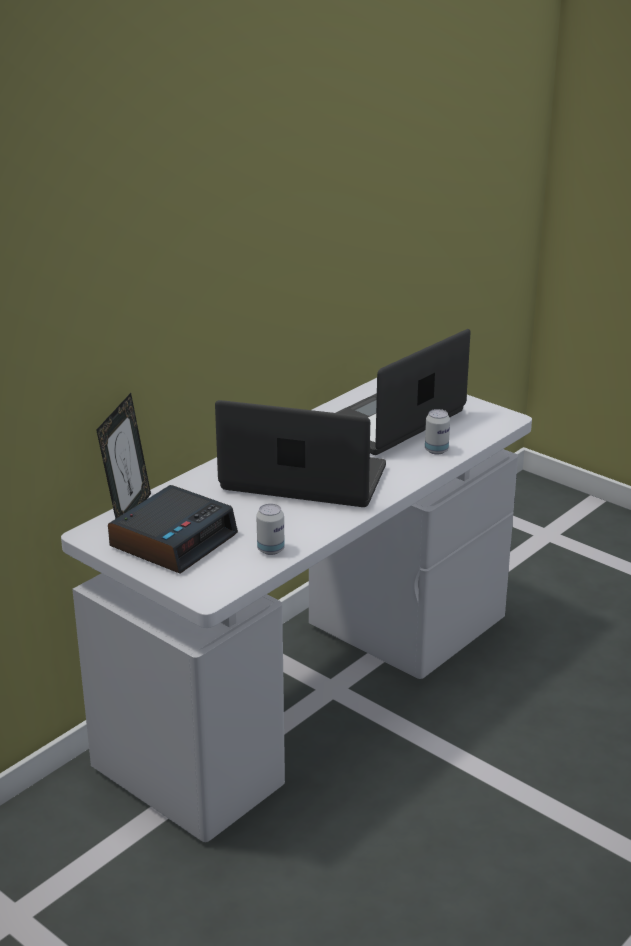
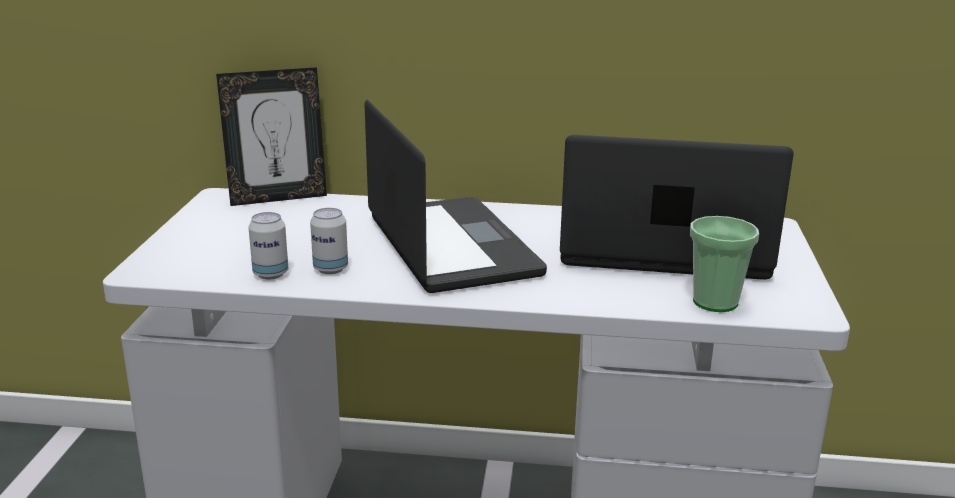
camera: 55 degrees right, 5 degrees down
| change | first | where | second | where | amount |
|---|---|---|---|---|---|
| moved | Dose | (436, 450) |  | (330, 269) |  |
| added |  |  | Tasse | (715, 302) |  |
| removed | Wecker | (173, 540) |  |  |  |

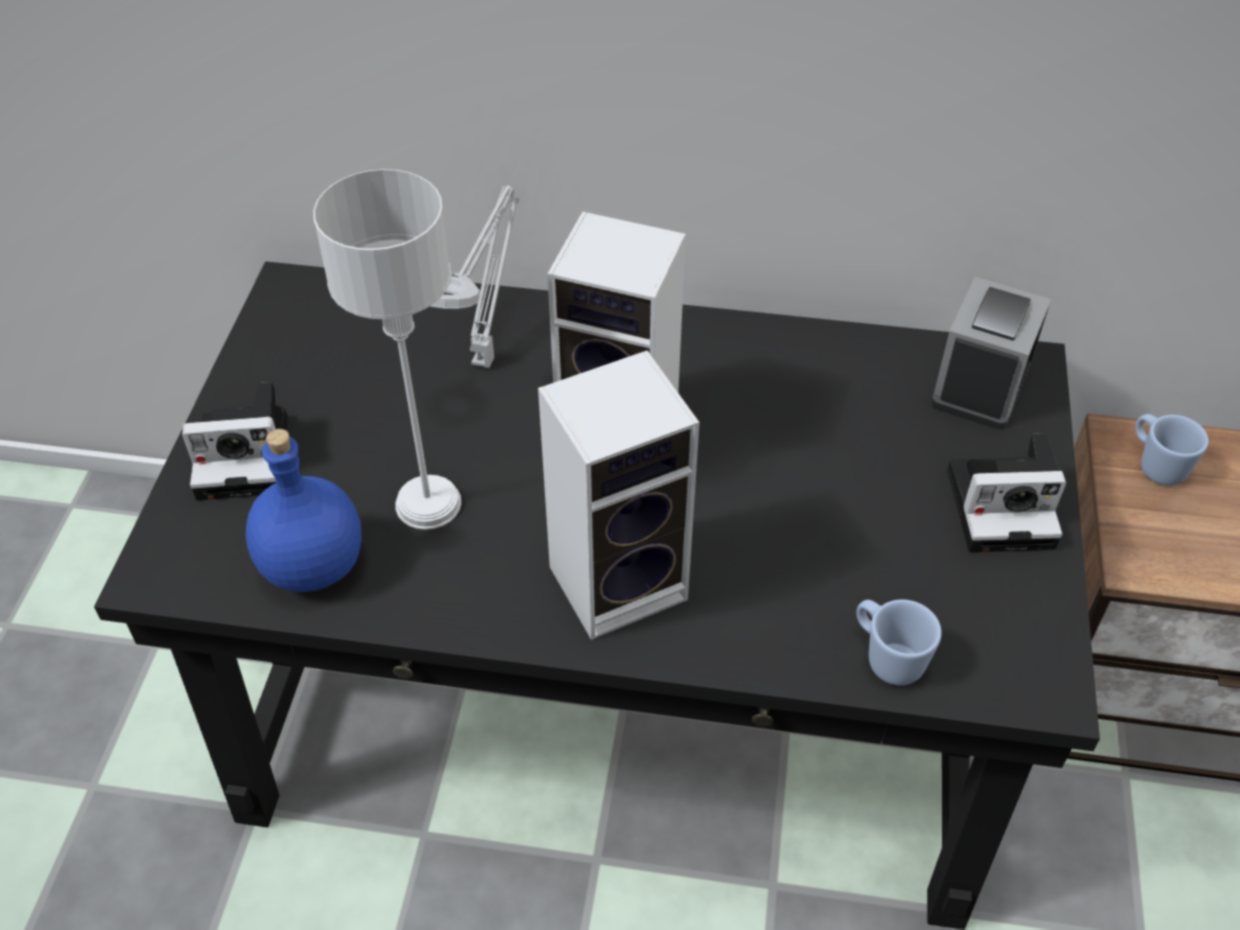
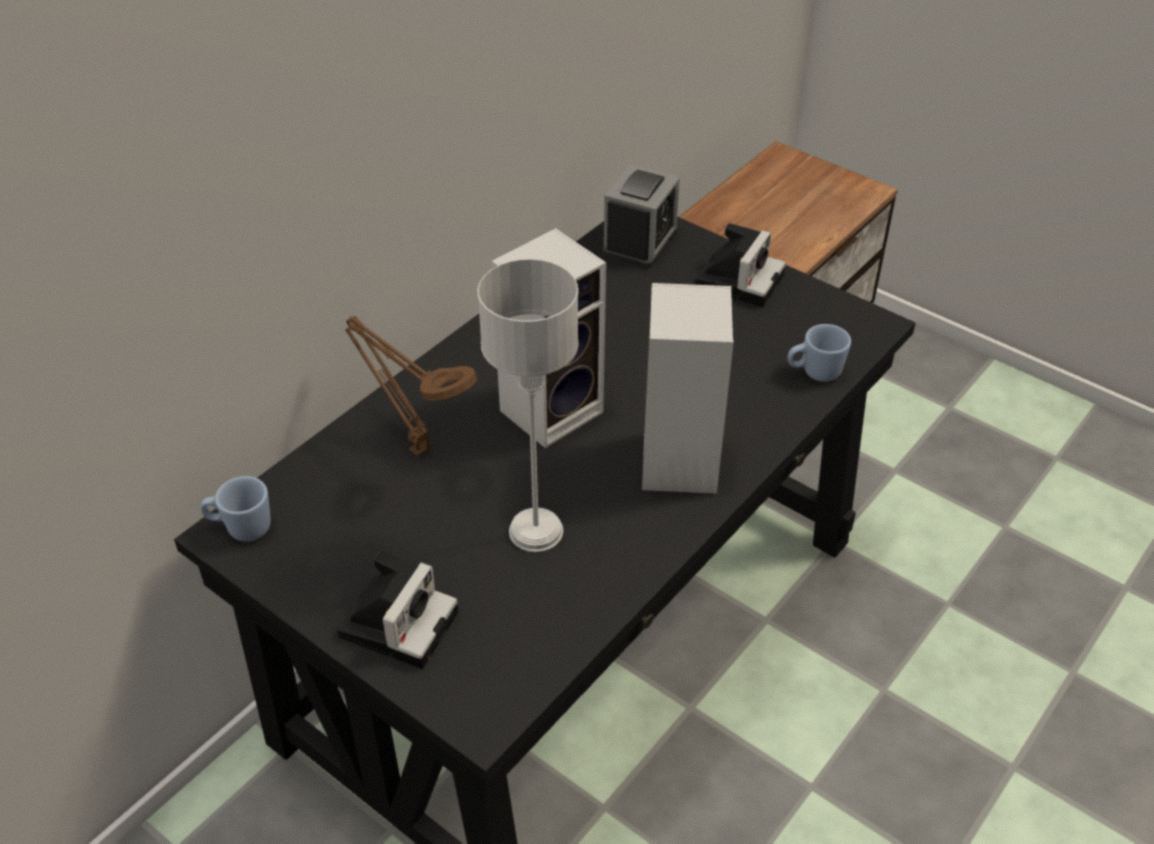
camera: 60 degrees left, 5 degrees down
| change | first | where | second | where | amount |
|---|---|---|---|---|---|
| moved | Henkelbecher/blau | (1155, 465) |  | (241, 528) |  |
| recoloured | Tischlampe/grau | (485, 358) | Tischlampe/braun | (416, 448) |  |
| turned | Wecker | (981, 384) |  | (640, 242) | 120 degrees counterclockwise |
| removed | Flasche/blau | (315, 566) |  |  |  |

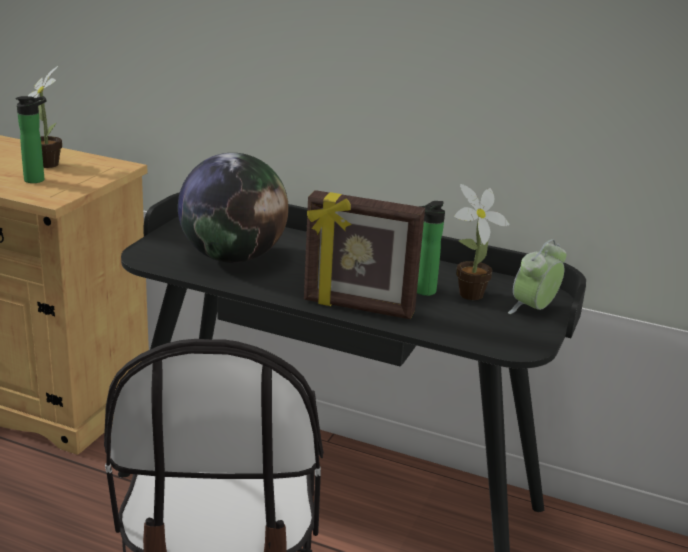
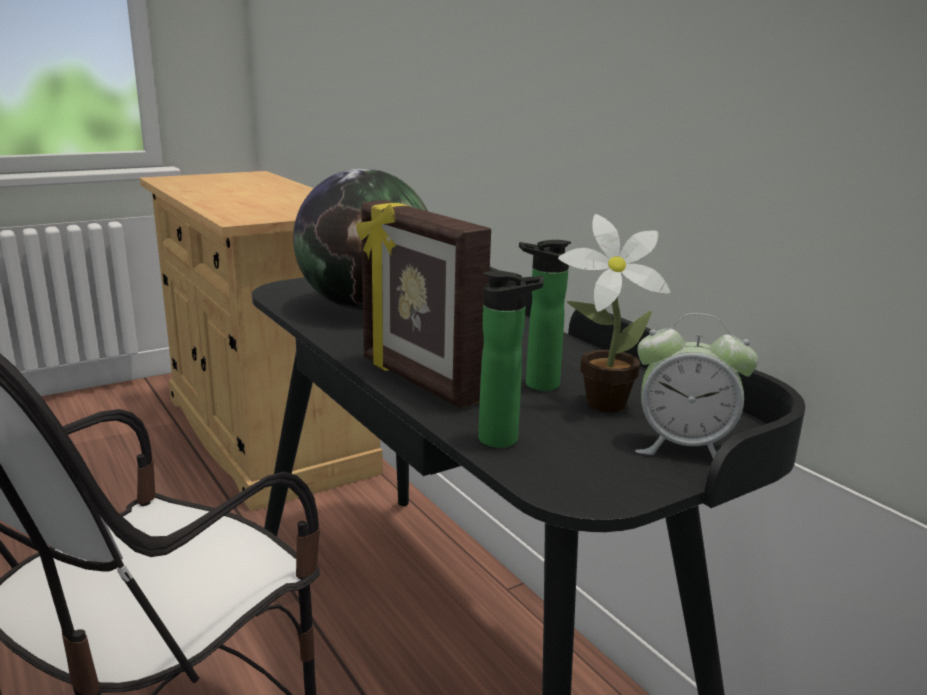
camera: 35 degrees right, 5 degrees down
| change | first | where | second | where | amount |
|---|---|---|---|---|---|
| moved | Flasche | (37, 179) |  | (504, 439) |  |
| turned | Wecker | (533, 310) |  | (683, 447) | 150 degrees counterclockwise |
| removed | Topfpflanze | (48, 163) |  |  |  |

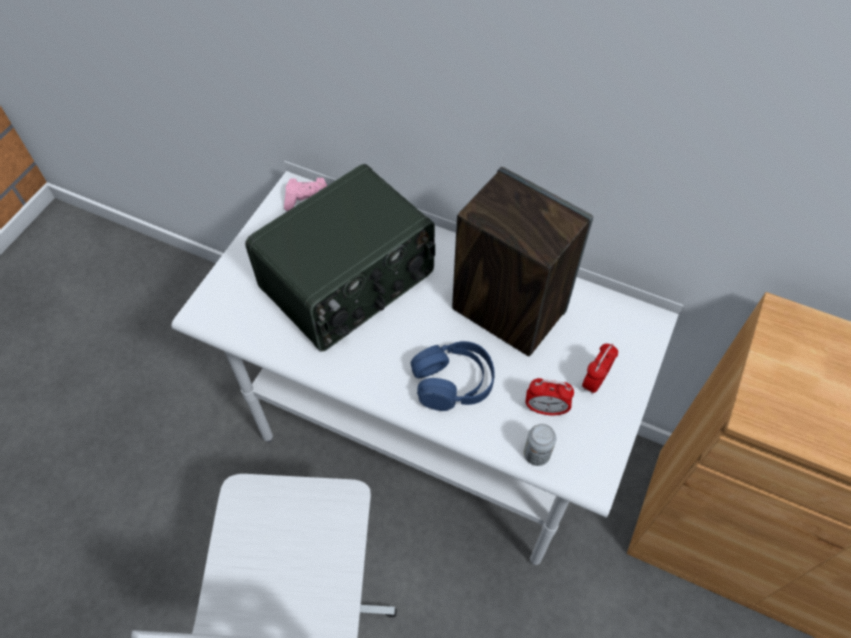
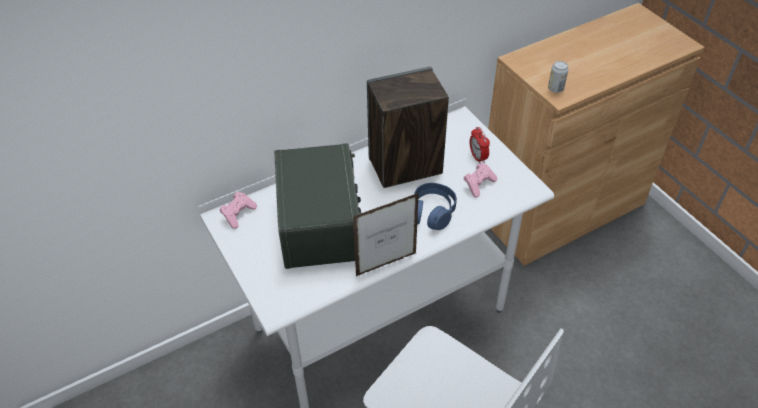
camera: 55 degrees left, 10 degrees down
| change | first | where | second | where | amount |
|---|---|---|---|---|---|
| added |  |  | Bilderrahmen | (386, 264) |  |
| replaced | Wecker | (545, 409) | Gamepad/rosa | (478, 184) |  |
| moved | Dose | (536, 454) |  | (555, 89) |  |

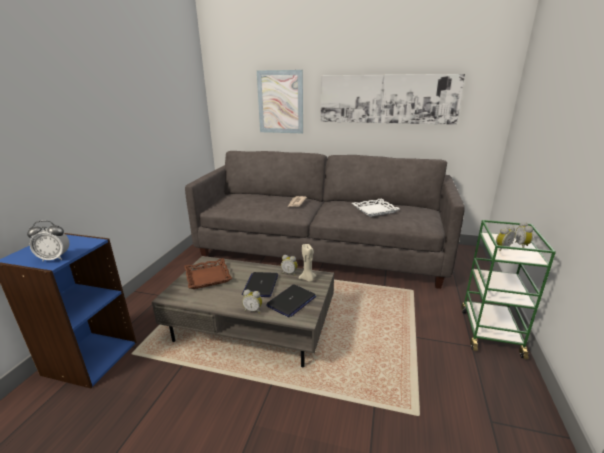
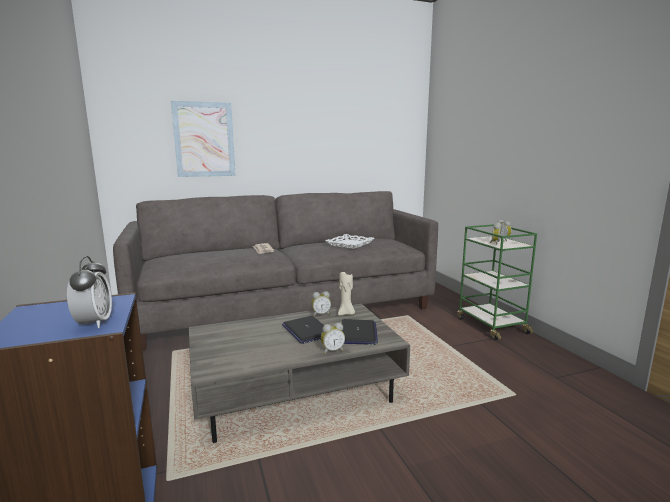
camera: 35 degrees left, 10 degrees down
| change | first | where | second | where | amount |
|---|---|---|---|---|---|
| turned | Wecker | (55, 258) |  | (94, 323) | 60 degrees counterclockwise |
| removed | Tablett/braun | (207, 277) |  |  |  |
| removed | Bild | (387, 99) |  |  |  |

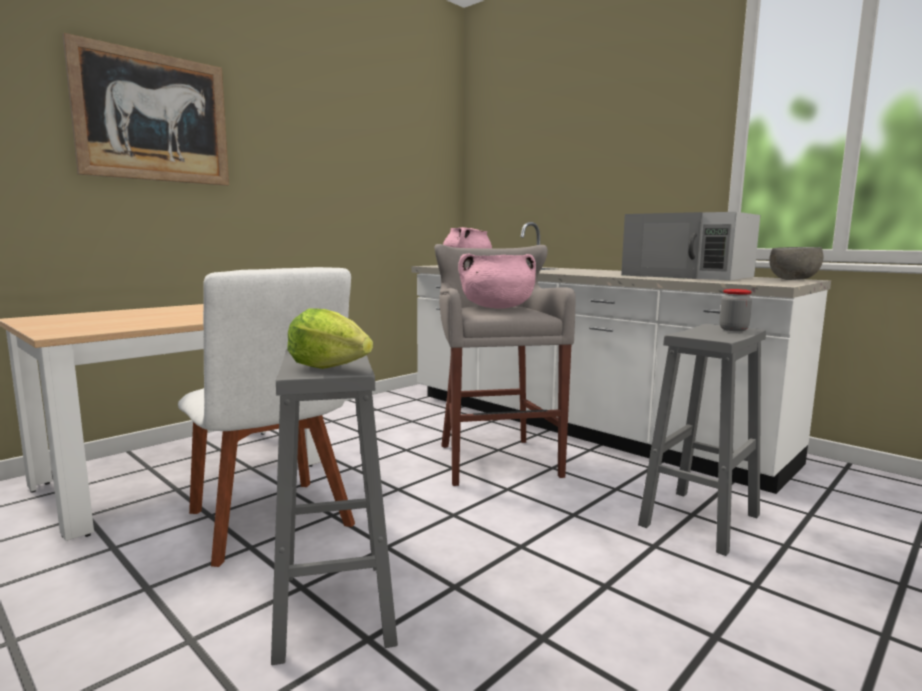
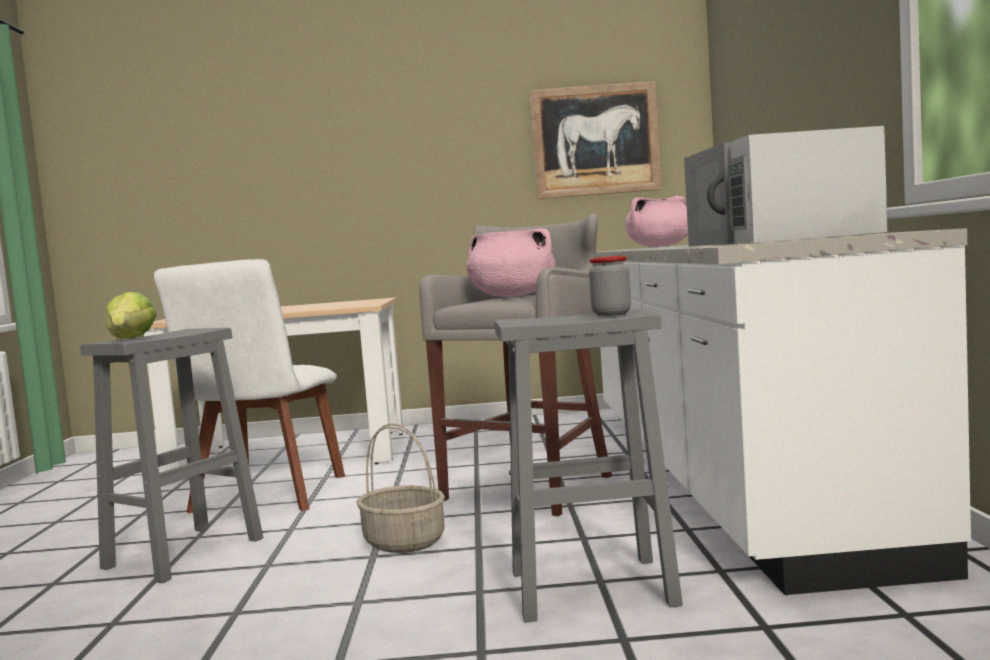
camera: 45 degrees right, 5 degrees down
| change | first | where | second | where | amount |
|---|---|---|---|---|---|
| added |  |  | Korb | (405, 542) |  |
| moved | Bild | (153, 117) |  | (595, 140) |  |
| removed | Schüssel/grau | (792, 280) |  |  |  |

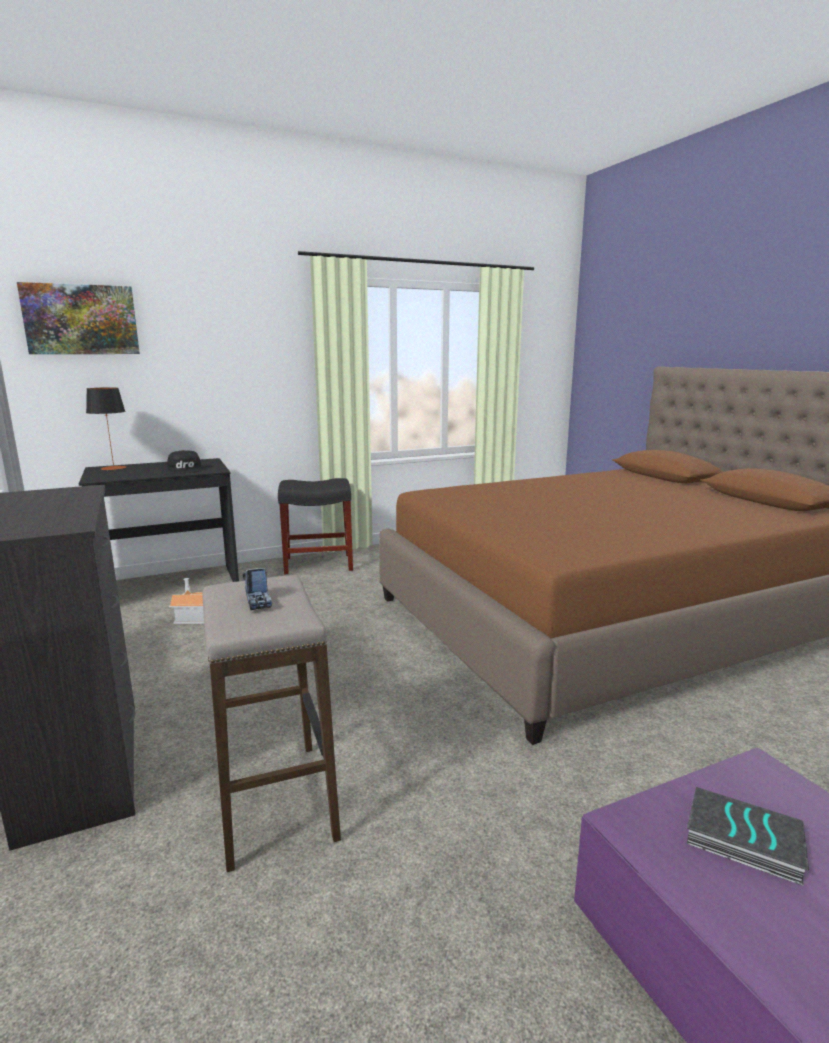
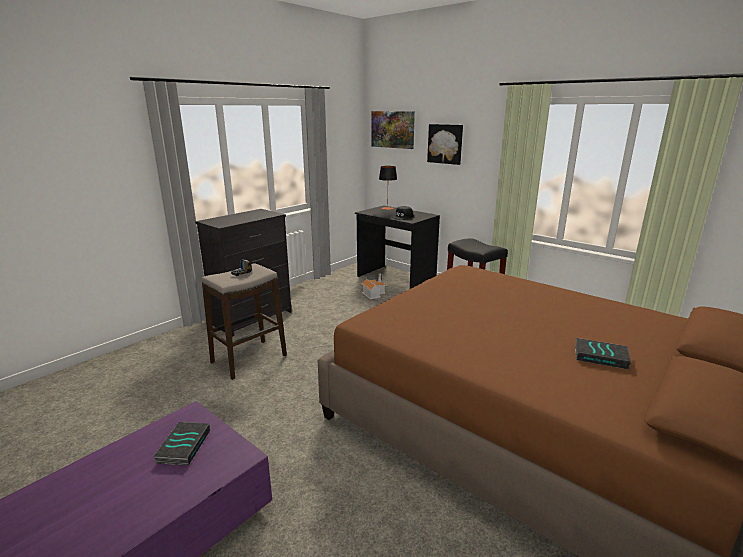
camera: 65 degrees right, 5 degrees up
| change | first | where | second | where | amount |
|---|---|---|---|---|---|
| added |  |  | Bild | (445, 144) |  |
| added |  |  | Buch | (601, 356) |  |

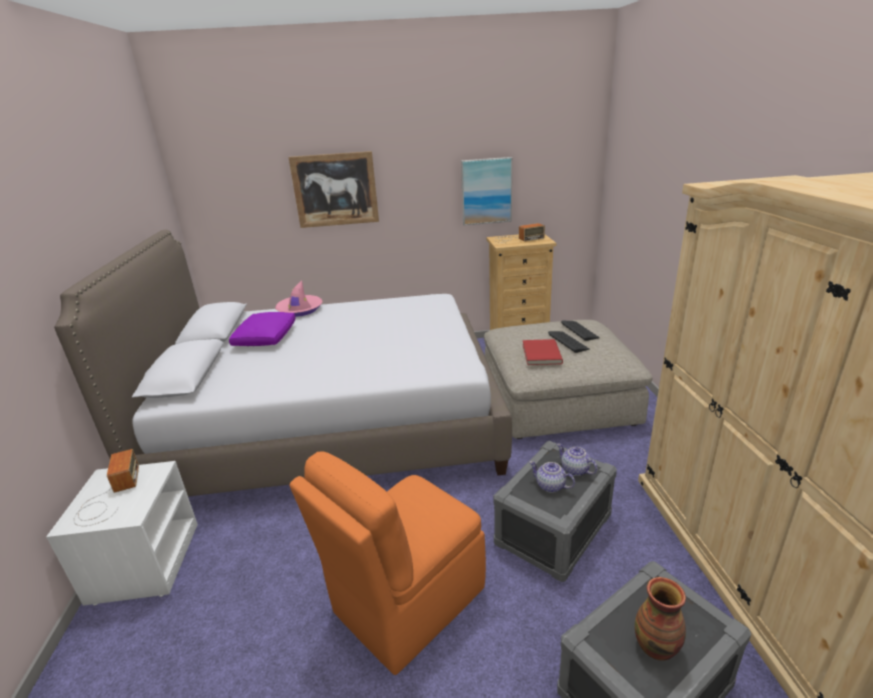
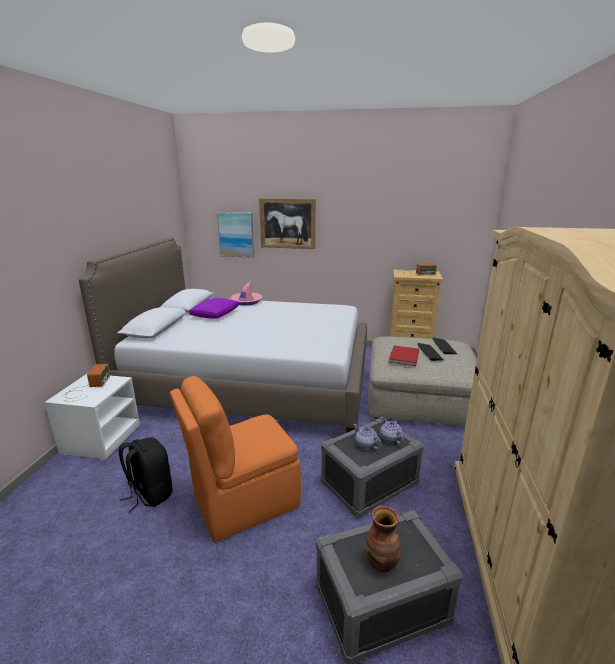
camera: 15 degrees right, 5 degrees down
| change | first | where | second | where | amount |
|---|---|---|---|---|---|
| added |  |  | Rucksack/schwarz | (150, 494) |  |
| moved | Bild | (486, 191) |  | (236, 234) |  |

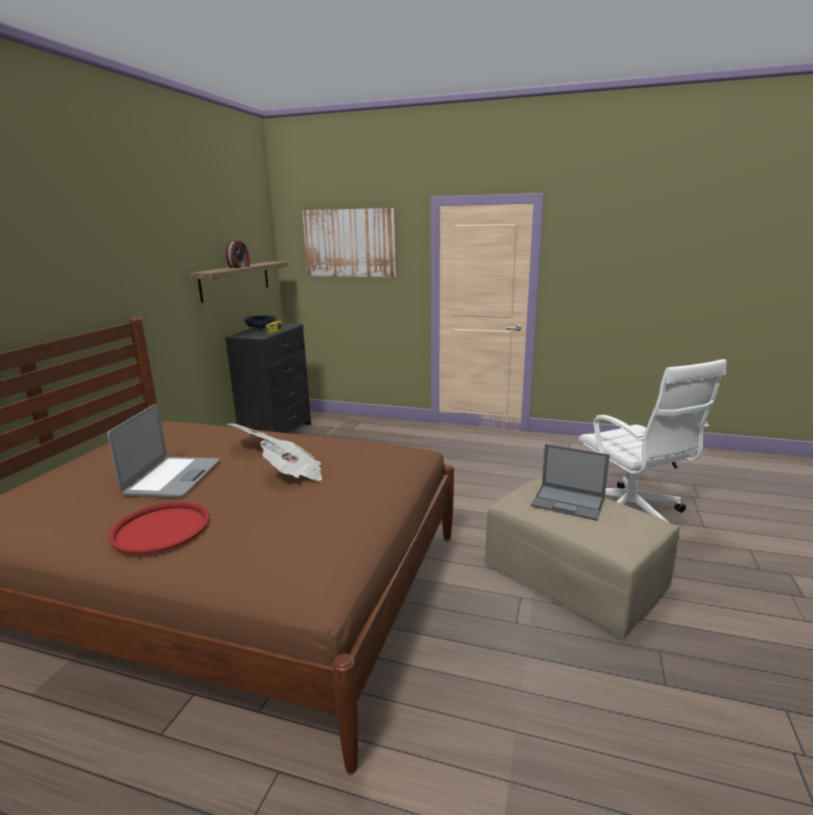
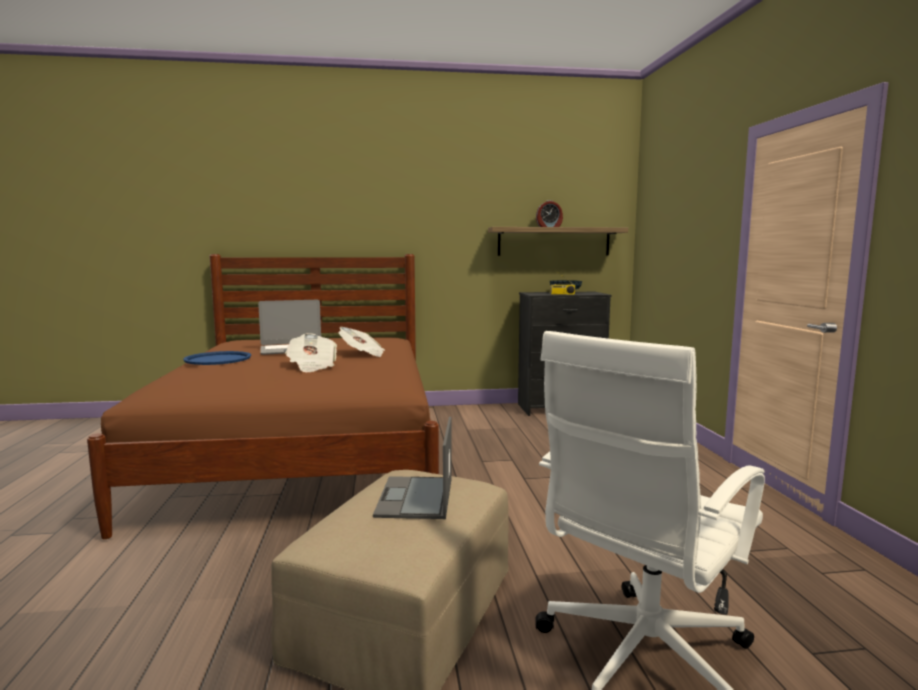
camera: 65 degrees right, 10 degrees down
| change | first | where | second | where | amount |
|---|---|---|---|---|---|
| recoloured | Tablett/rot | (161, 528) | Tablett/blau | (217, 359) |  |
| removed | Bild | (350, 243) |  |  |  |

